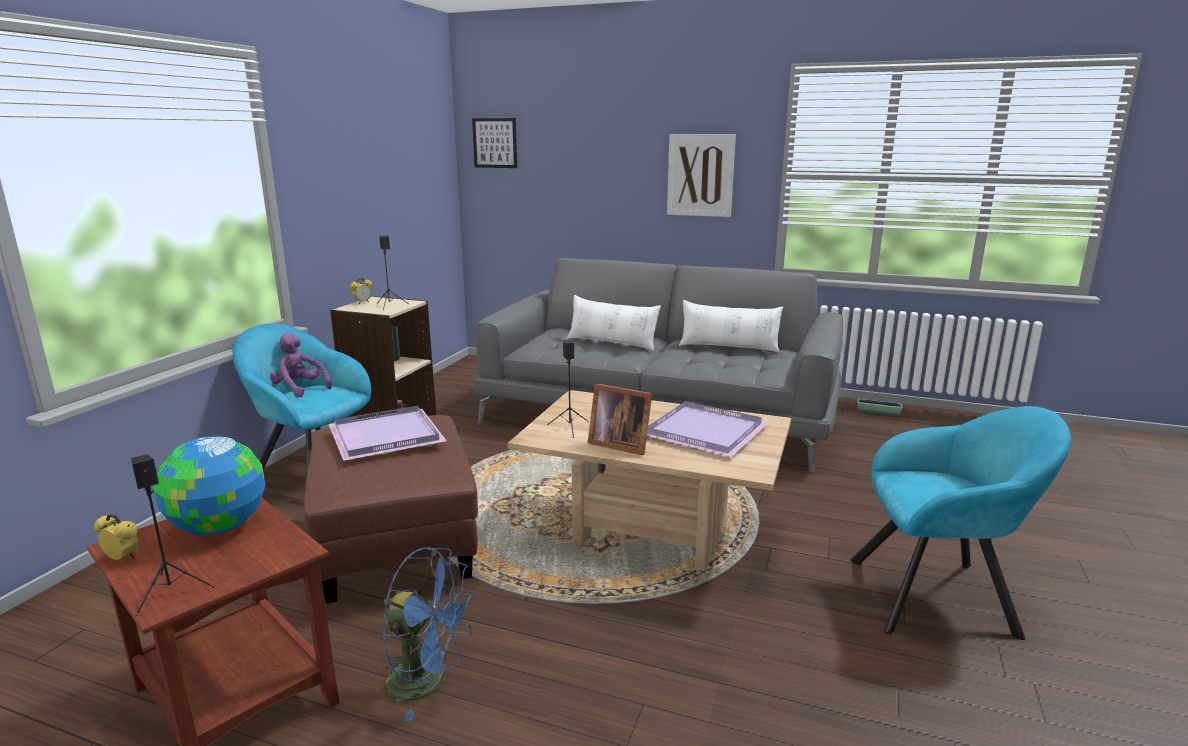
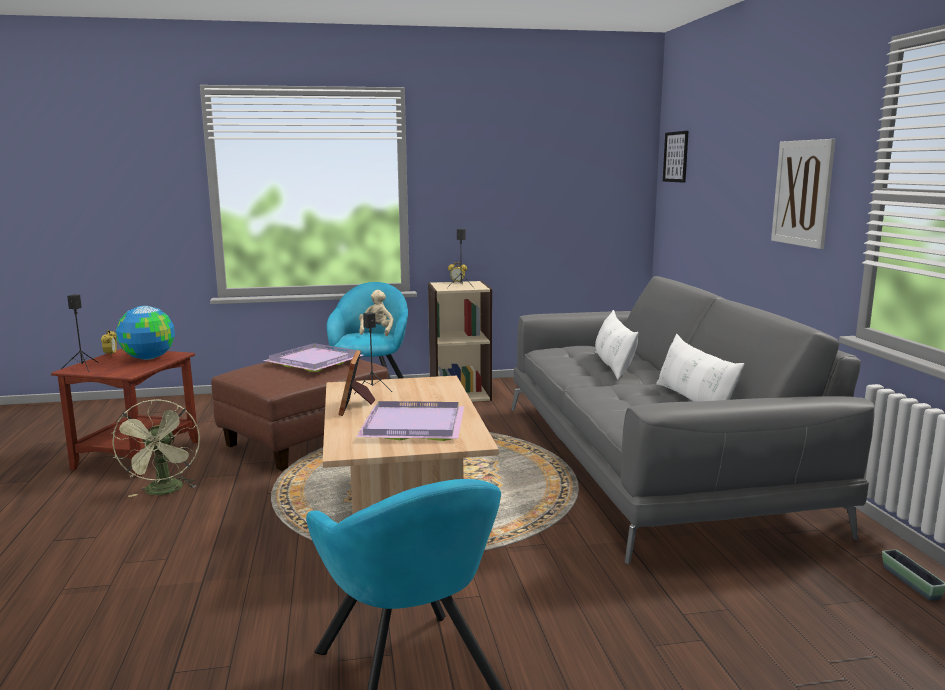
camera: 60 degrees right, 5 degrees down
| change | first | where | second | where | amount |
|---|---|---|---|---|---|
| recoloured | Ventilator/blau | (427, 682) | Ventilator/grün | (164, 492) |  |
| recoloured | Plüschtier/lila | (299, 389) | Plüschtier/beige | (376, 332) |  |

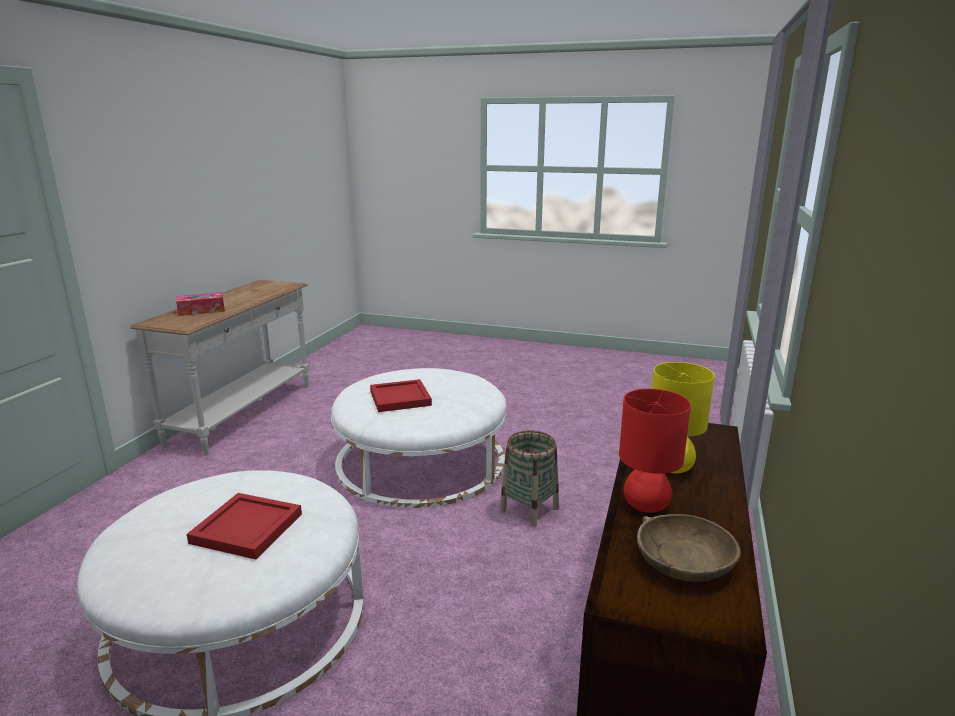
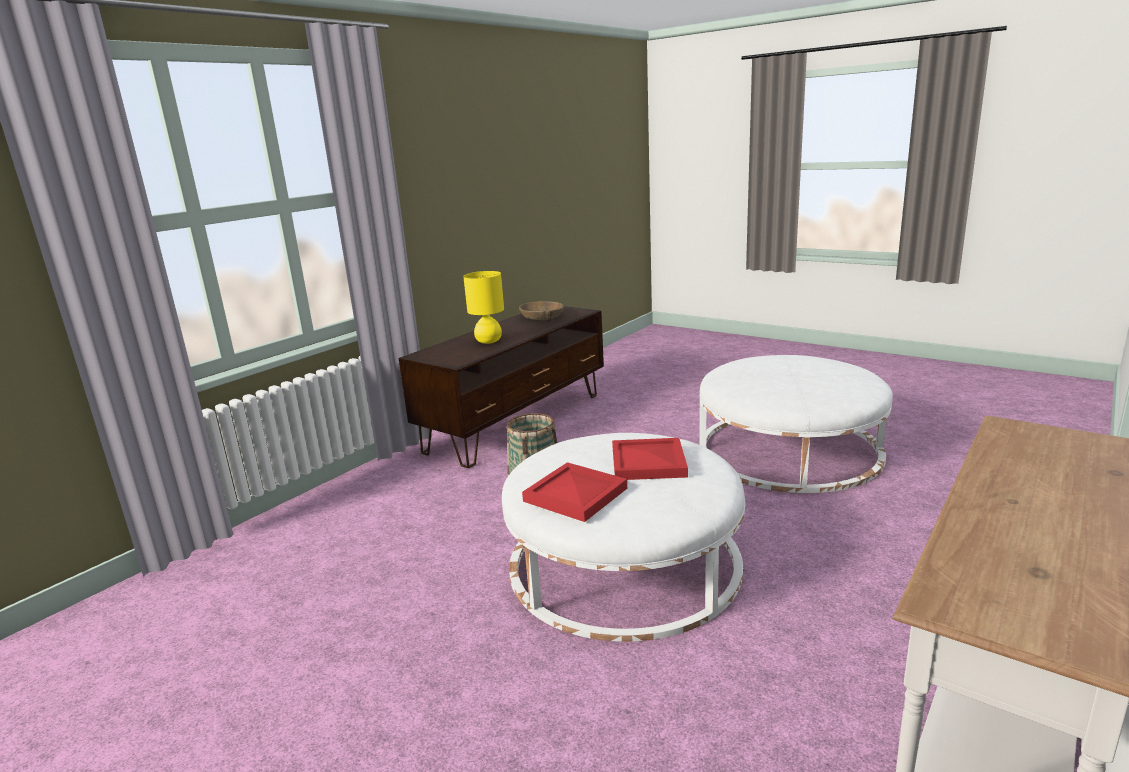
camera: 160 degrees left, 0 degrees up
| change | first | where | second | where | amount |
|---|---|---|---|---|---|
| moved | Tablett/rot | (247, 529) |  | (575, 494) |  |
| removed | Taschentuchbox | (201, 310) |  |  |  |
| removed | Tischlampe/rot | (645, 505) |  |  |  |

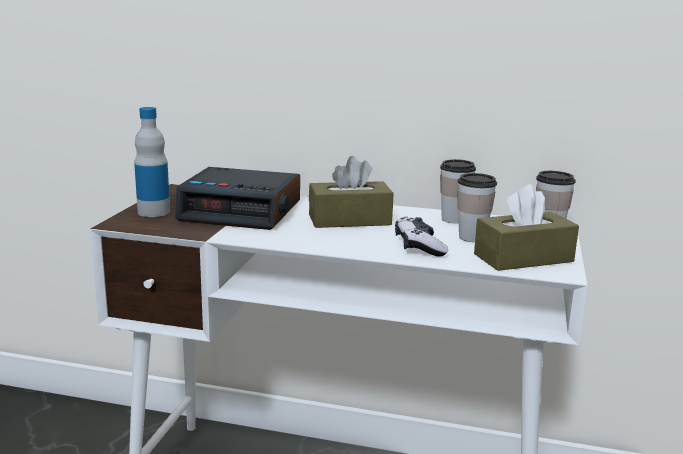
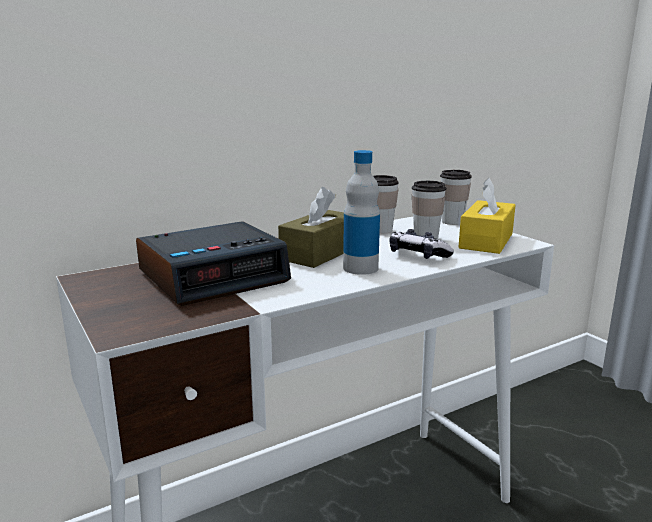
camera: 45 degrees left, 0 degrees up
| change | first | where | second | where | amount |
|---|---|---|---|---|---|
| moved | Flasche | (154, 212) |  | (360, 268) |  |
| recoloured | Taschentuchbox/braun | (523, 258) | Taschentuchbox/gelb | (486, 241) |  |

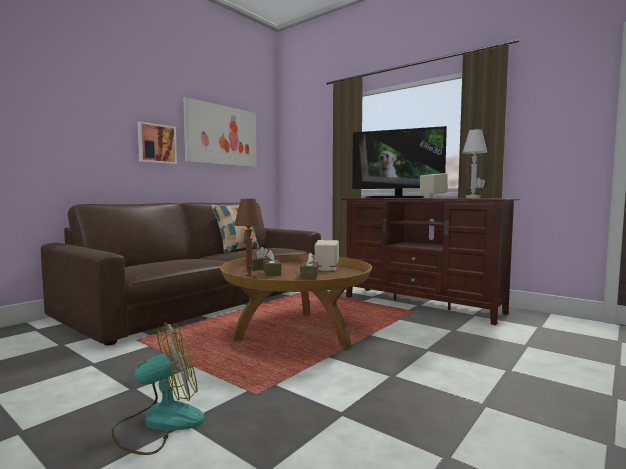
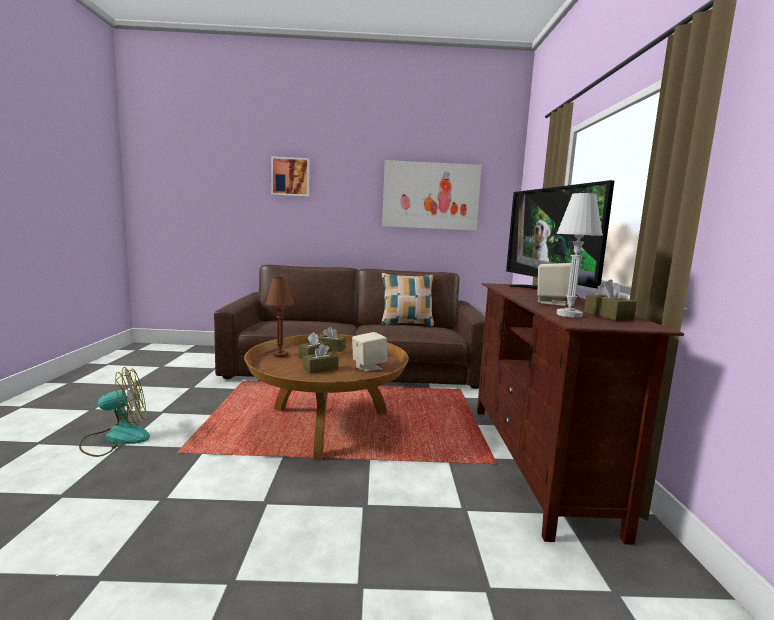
camera: 50 degrees right, 5 degrees up
| change | first | where | second | where | amount |
|---|---|---|---|---|---|
| turned | Ventilator | (159, 423) |  | (116, 438) | 45 degrees counterclockwise |
| moved | Bild | (156, 143) |  | (290, 177) |  |

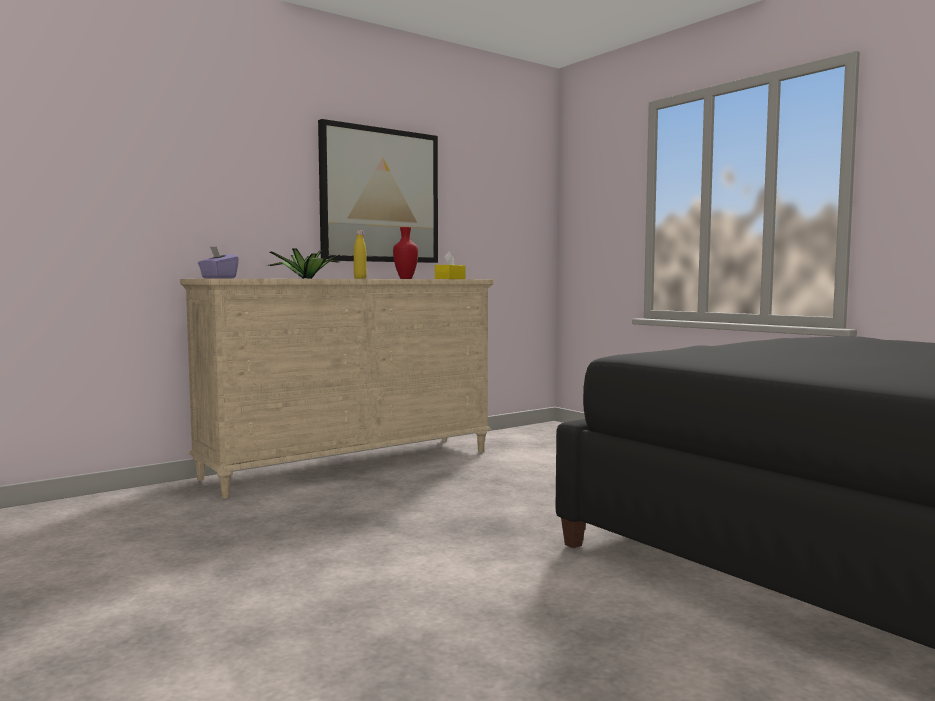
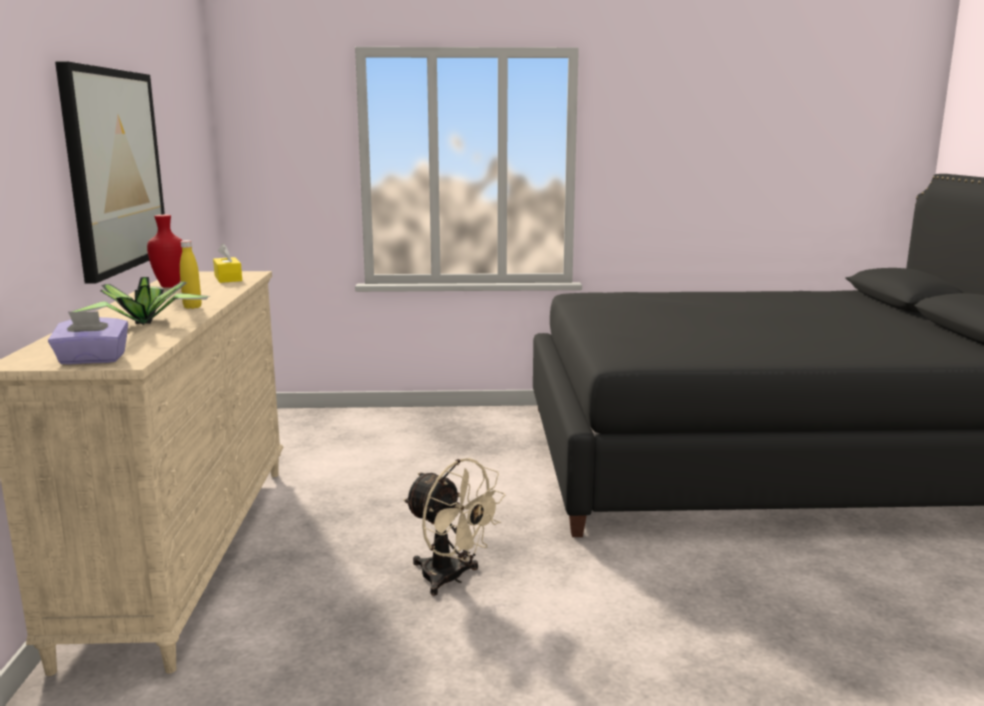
camera: 55 degrees left, 10 degrees up
| change | first | where | second | where | amount |
|---|---|---|---|---|---|
| added |  |  | Ventilator/beige | (451, 579) |  |

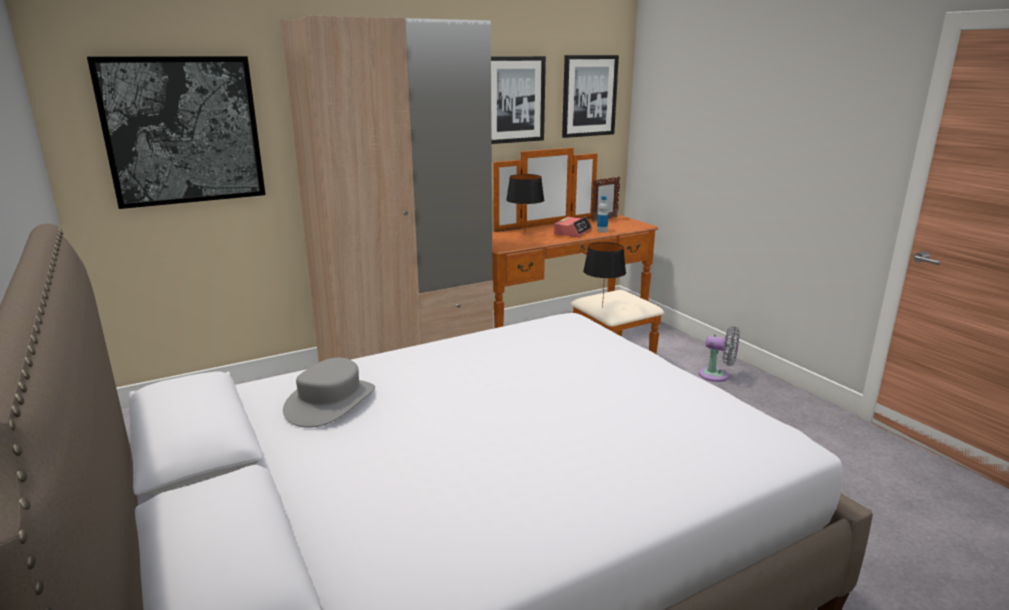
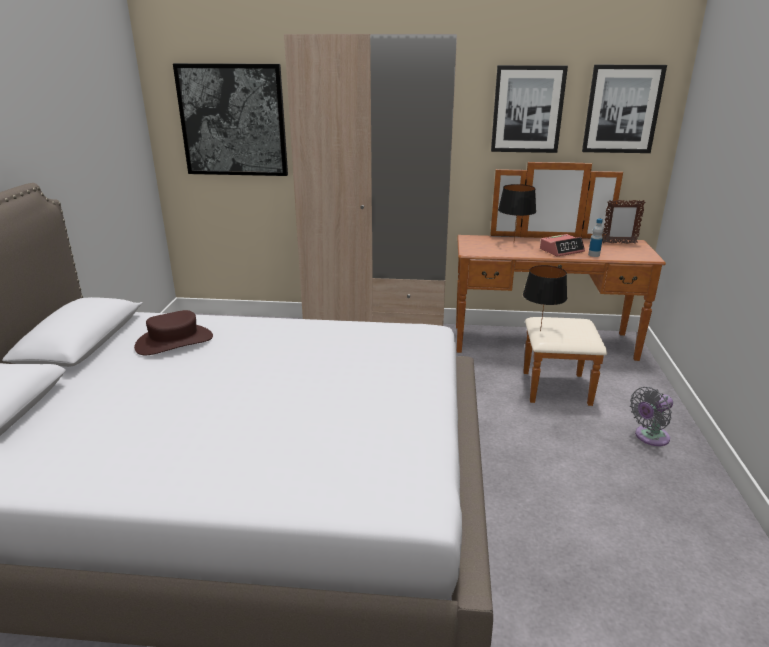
camera: 35 degrees right, 5 degrees up
| change | first | where | second | where | amount |
|---|---|---|---|---|---|
| recoloured | Hut/grau | (330, 402) | Hut/braun | (174, 341) |  |
| turned | Ventilator/grau | (717, 375) |  | (649, 437) | 90 degrees clockwise |

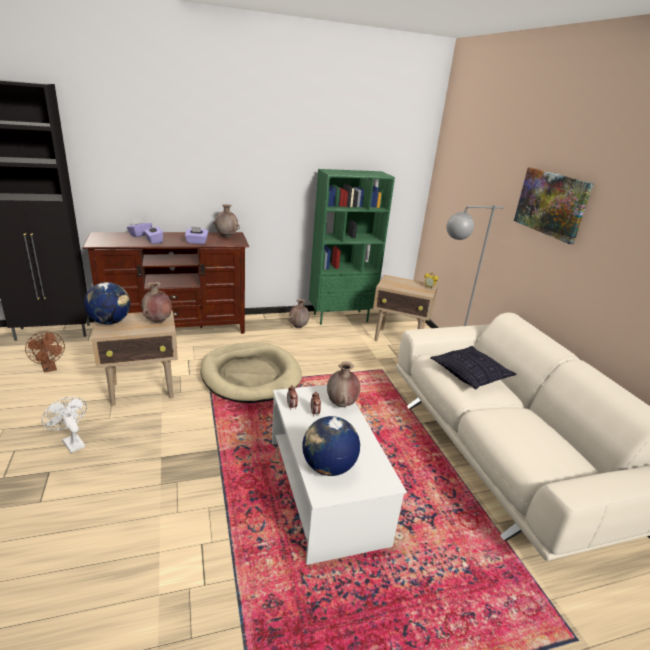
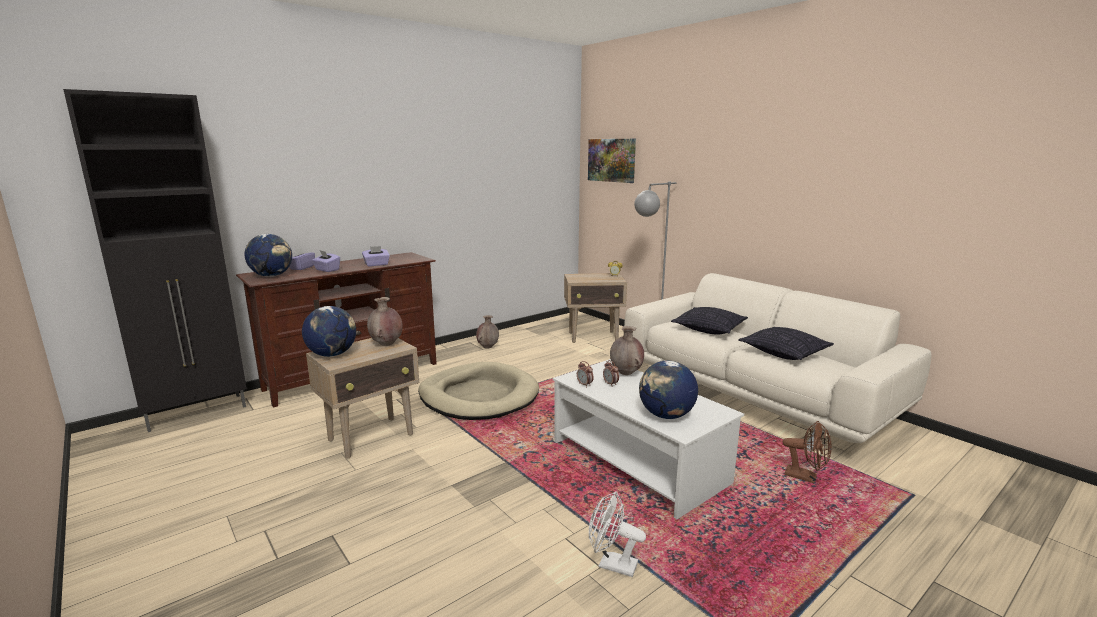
camera: 20 degrees left, 10 degrees down
| change | first | where | second | where | amount |
|---|---|---|---|---|---|
| added |  |  | Globus | (272, 276) |  |
| moved | Bild | (551, 204) |  | (611, 160) |  |
| moved | Ventilator/weiß | (71, 442) |  | (611, 564) |  |
| added |  |  | Kissen | (784, 353) |  |
| moved | Ventilator/braun | (50, 368) |  | (806, 477) |  |
| removed | Vase/braun | (226, 237) |  |  |  |
| removed | Bücherregal/grün | (340, 317) |  |  |  |

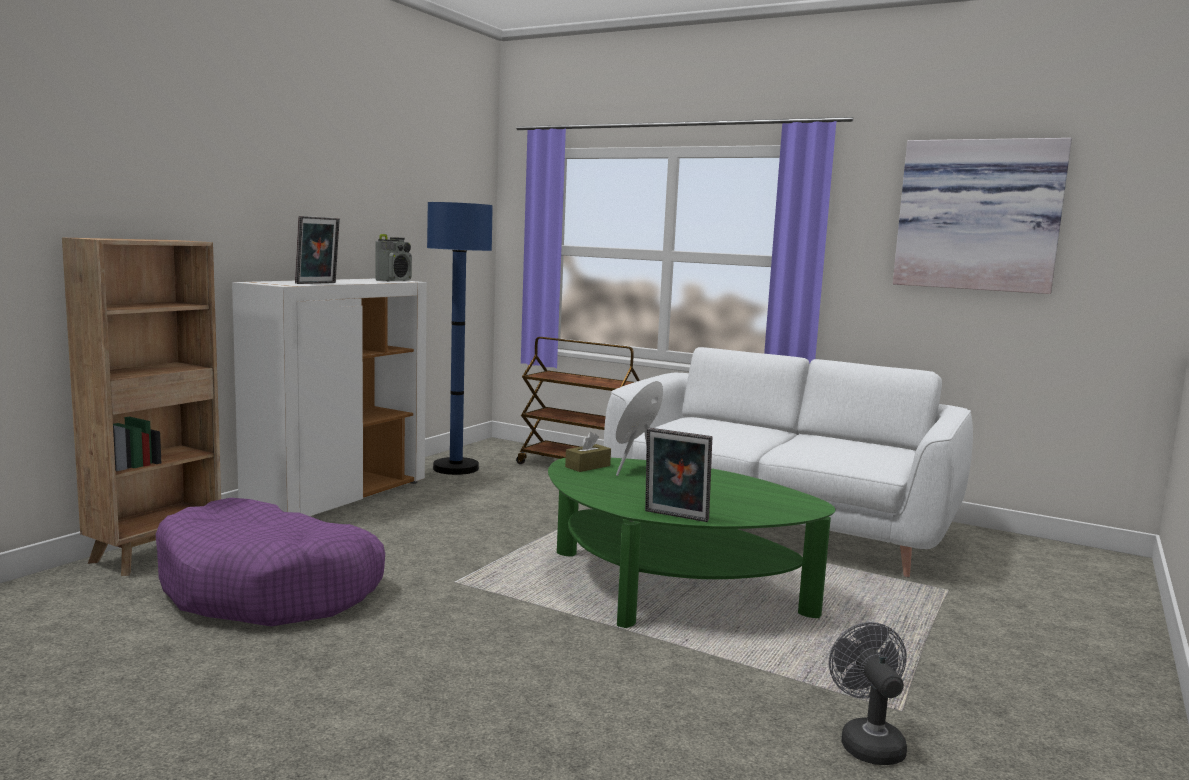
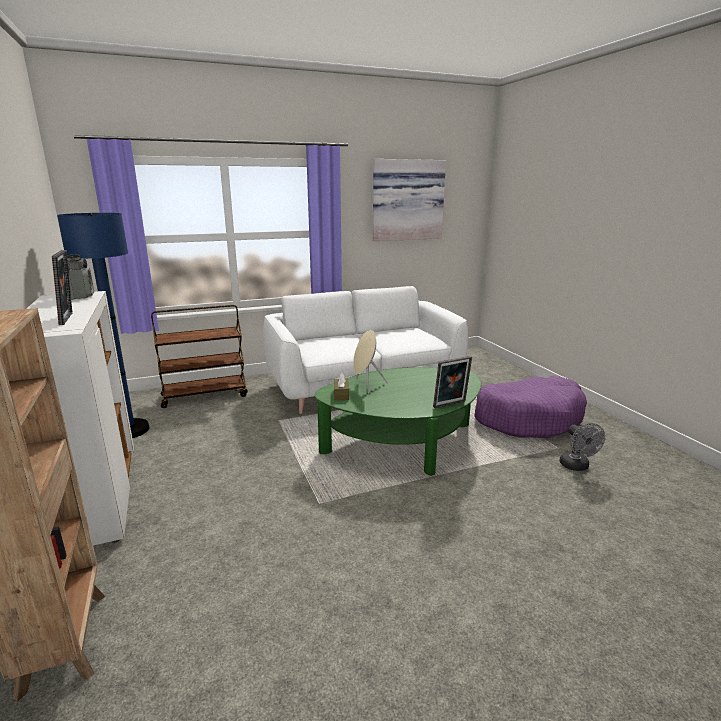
camera: 50 degrees left, 10 degrees up
| change | first | where | second | where | amount |
|---|---|---|---|---|---|
| moved | Hundebett/lila | (270, 589) |  | (528, 418) |  |
| turned | Ventilator/grau | (867, 742) |  | (577, 467) | 135 degrees counterclockwise |

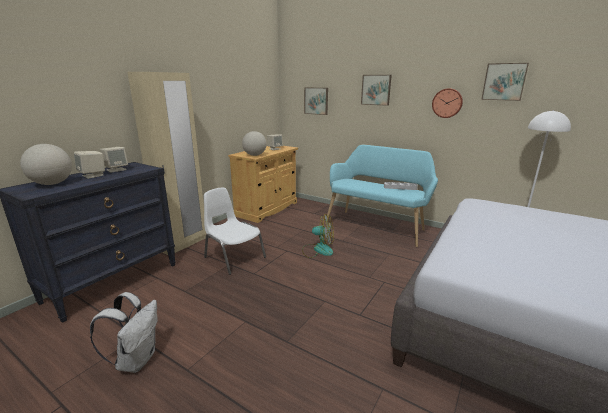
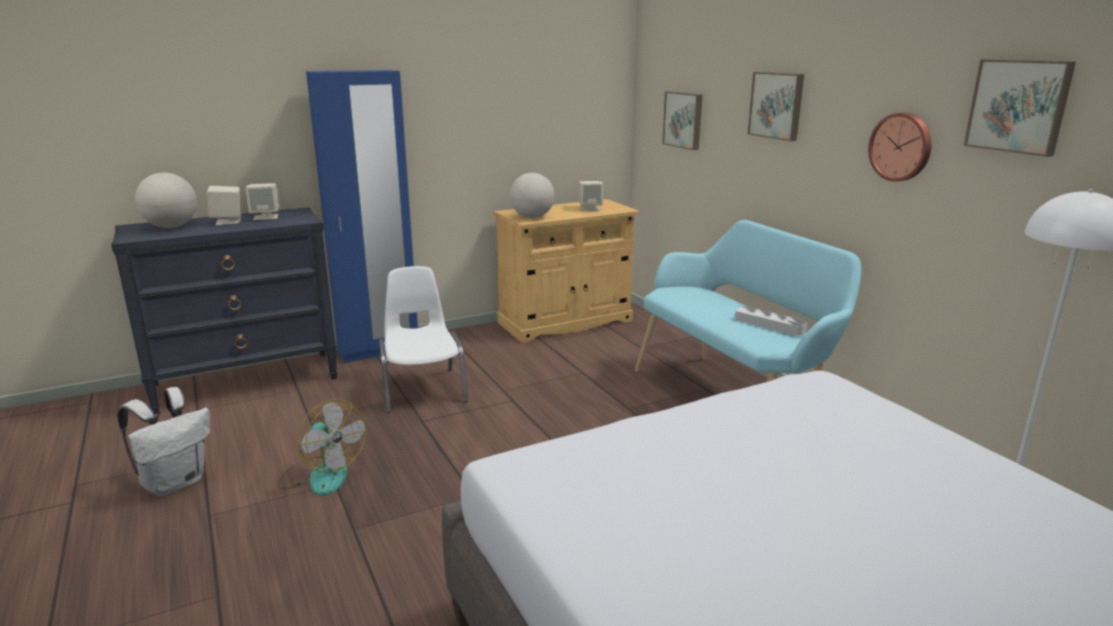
camera: 30 degrees right, 0 degrees up
| change | first | where | second | where | amount |
|---|---|---|---|---|---|
| moved | Ventilator | (318, 250) |  | (322, 475) |  |
| recoloured | Kleiderschrank/beige | (183, 244) | Kleiderschrank/blau | (379, 351) |  |

